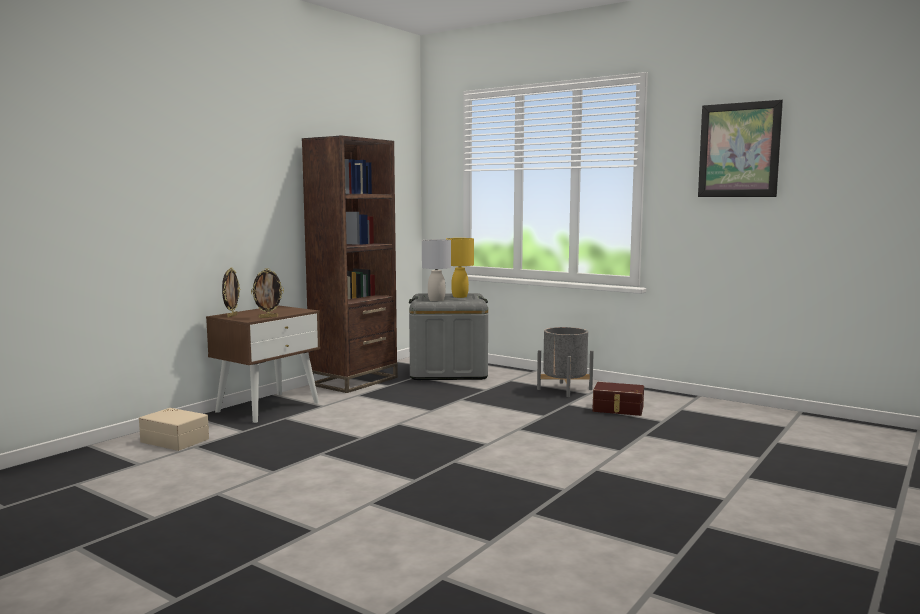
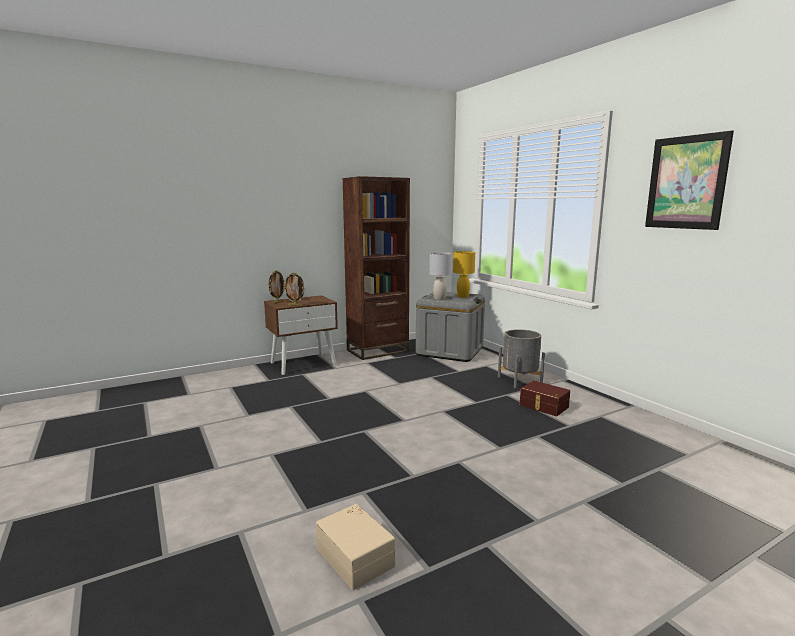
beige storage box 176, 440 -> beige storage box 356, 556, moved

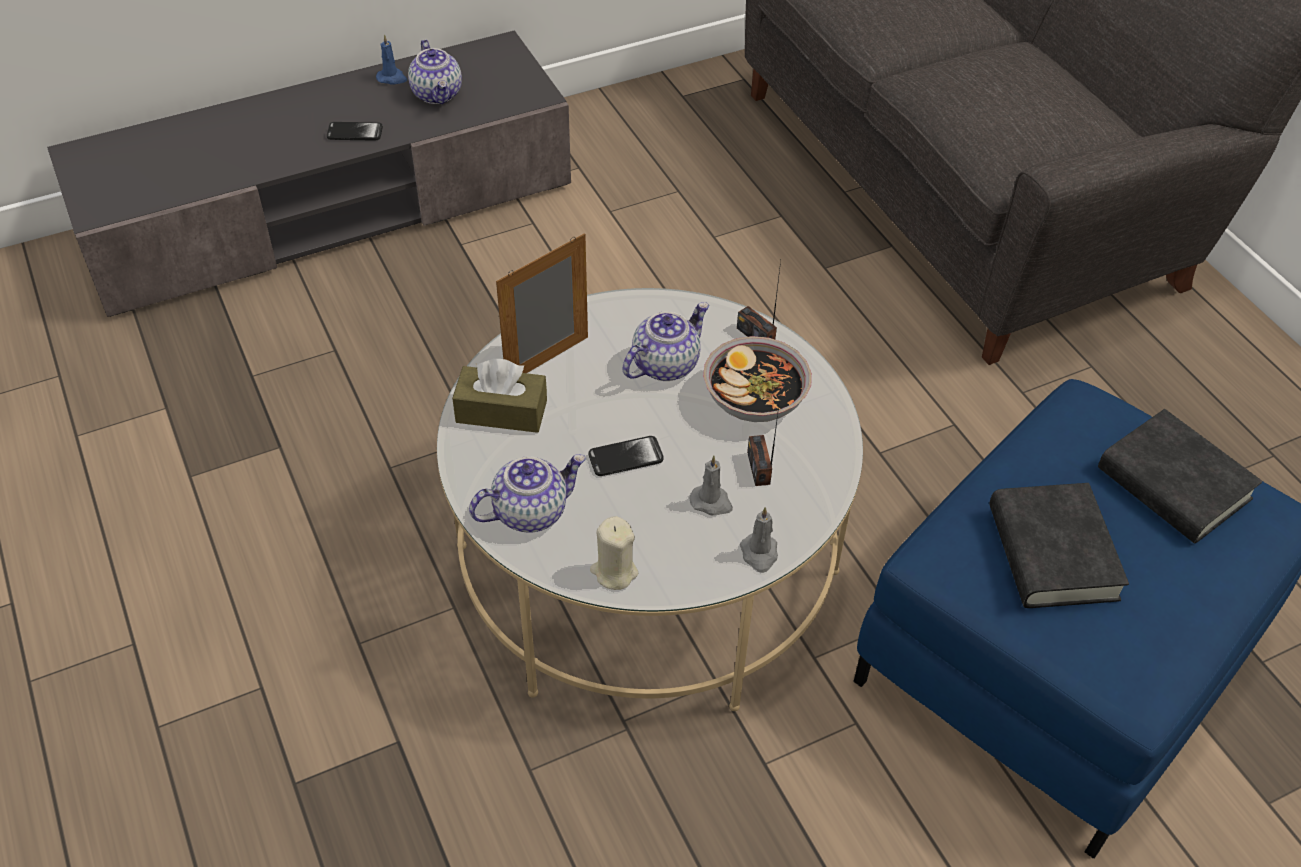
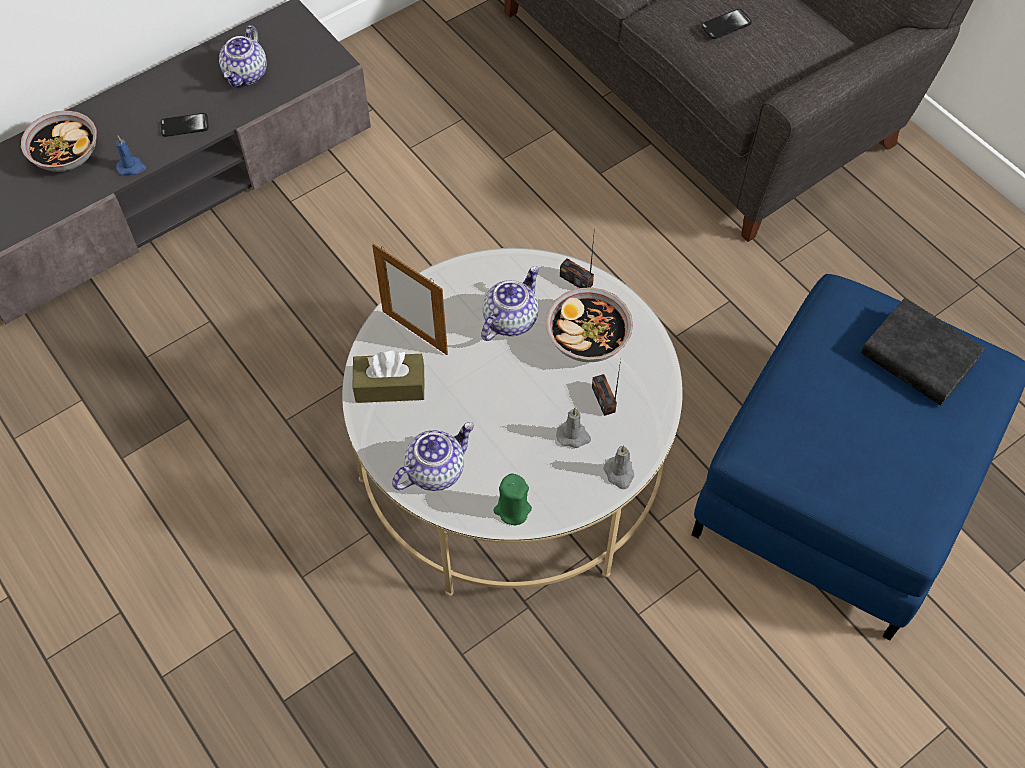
black book 1052, 553 -> none
none -> bowl 66, 155
blue candle 392, 78 -> blue candle 132, 167, moved
phone 625, 457 -> phone 726, 25, moved
beige candle 614, 572 -> green candle 512, 509
teapot 438, 94 -> teapot 246, 74, 45 degrees clockwise
picture frame 547, 360 -> picture frame 415, 332, 90 degrees counterclockwise

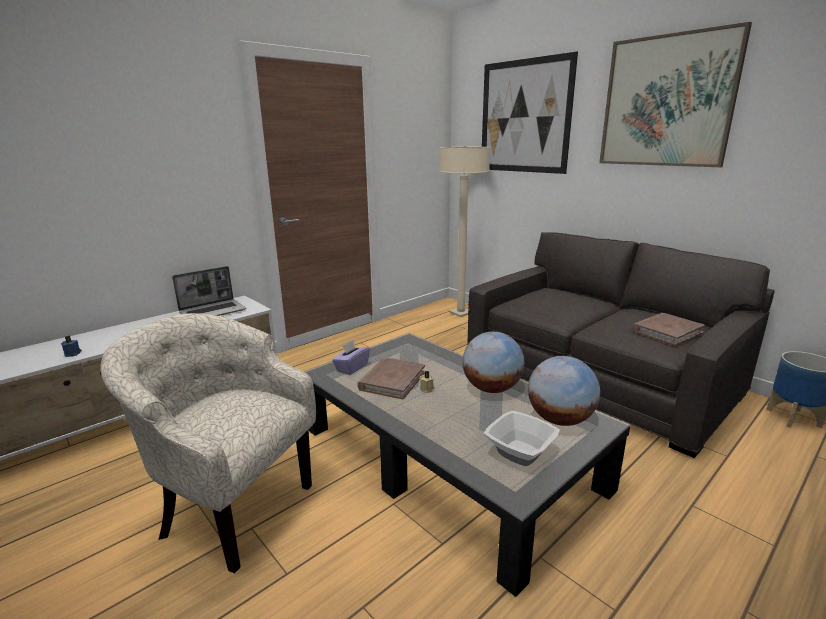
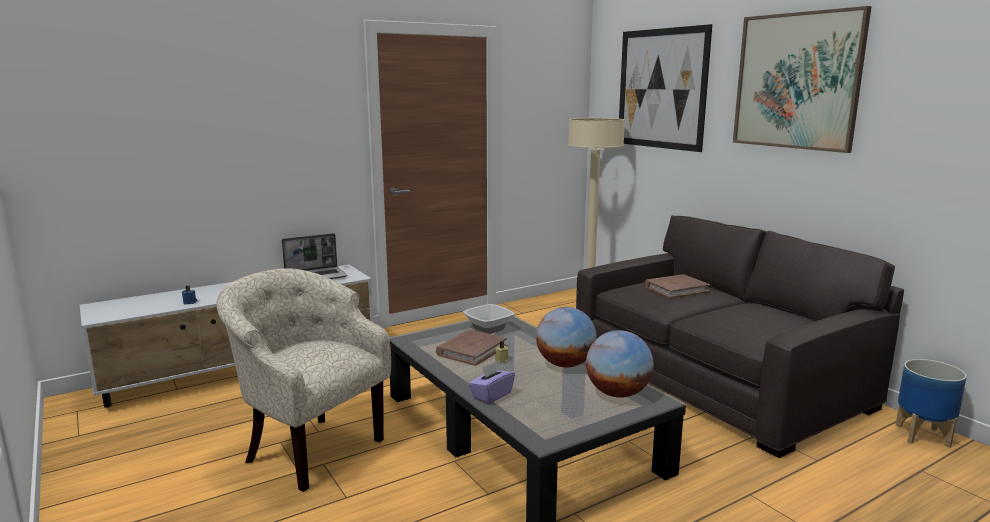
purple tissue box 351, 368 -> purple tissue box 491, 395, moved
bowl 521, 452 -> bowl 489, 329, moved
brown book 667, 331 -> brown book 676, 289, moved

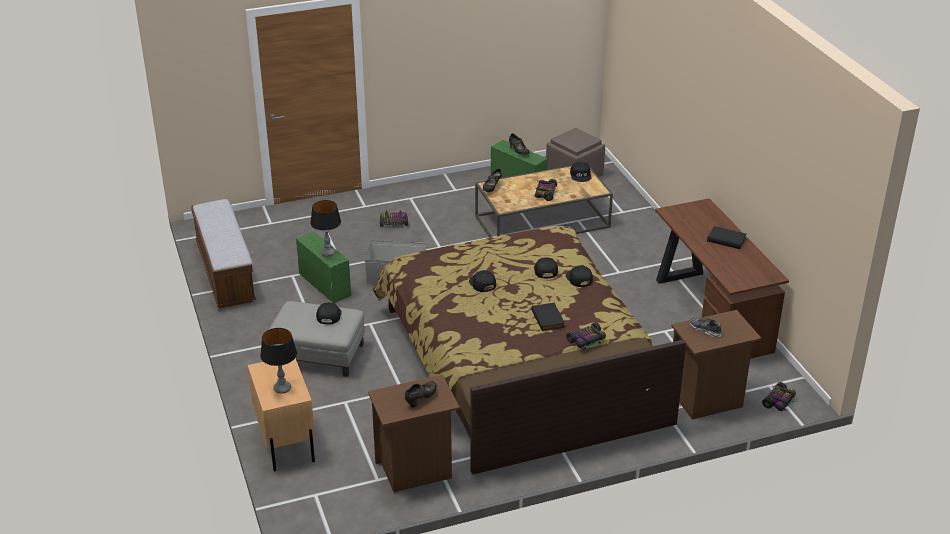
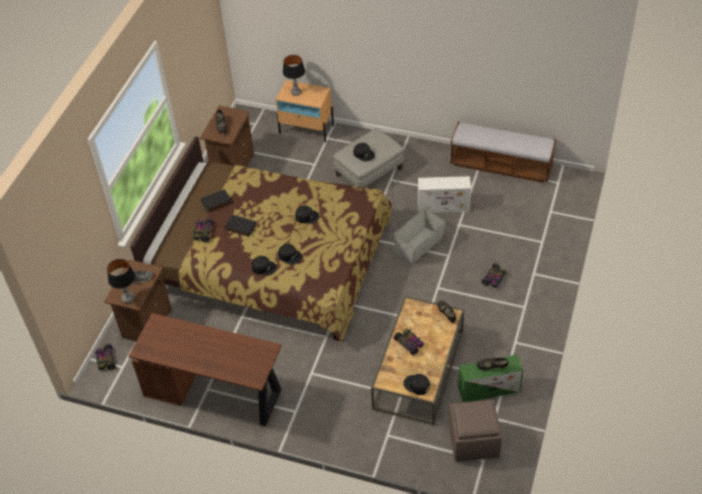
table lamp 327, 253 -> table lamp 128, 298, moved
black book 727, 239 -> black book 216, 202, moved
green storage box 324, 284 -> white storage box 444, 206

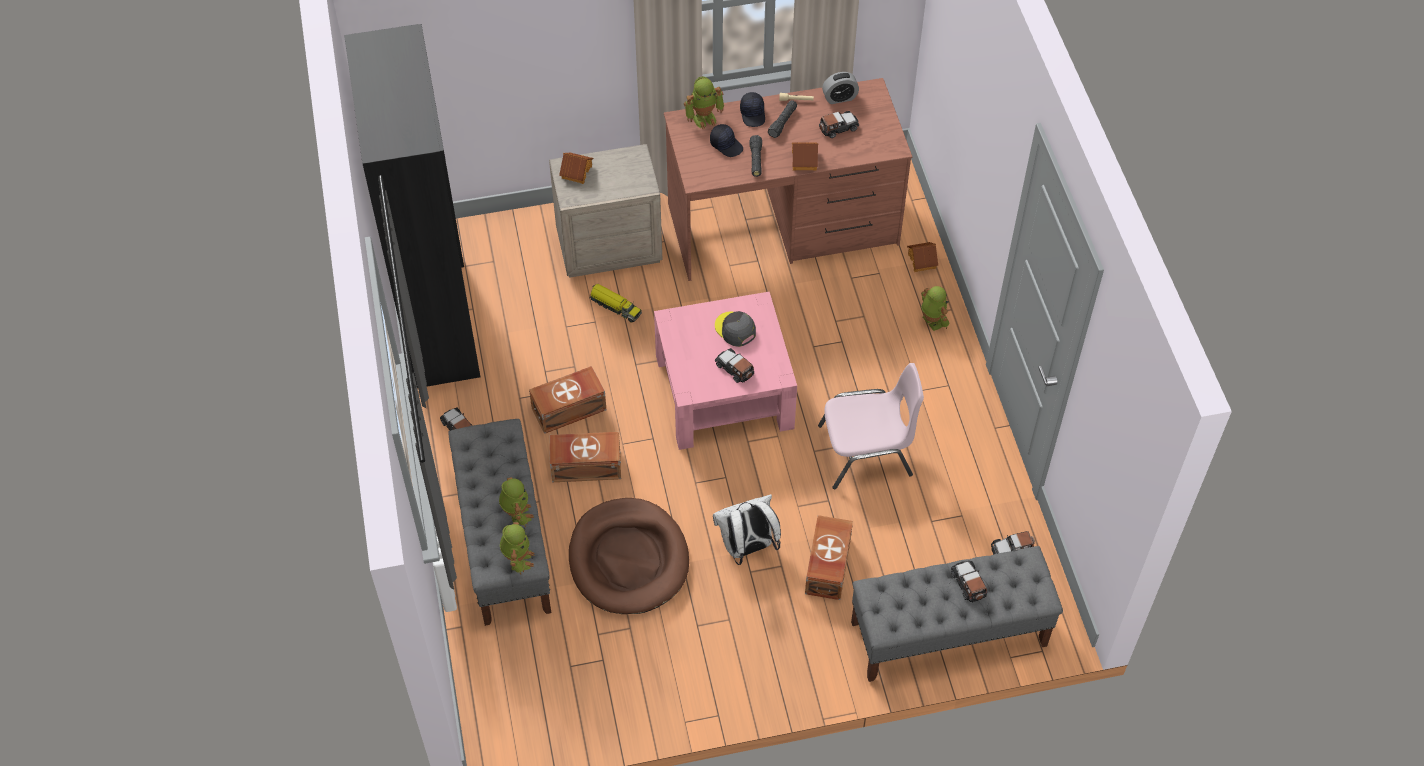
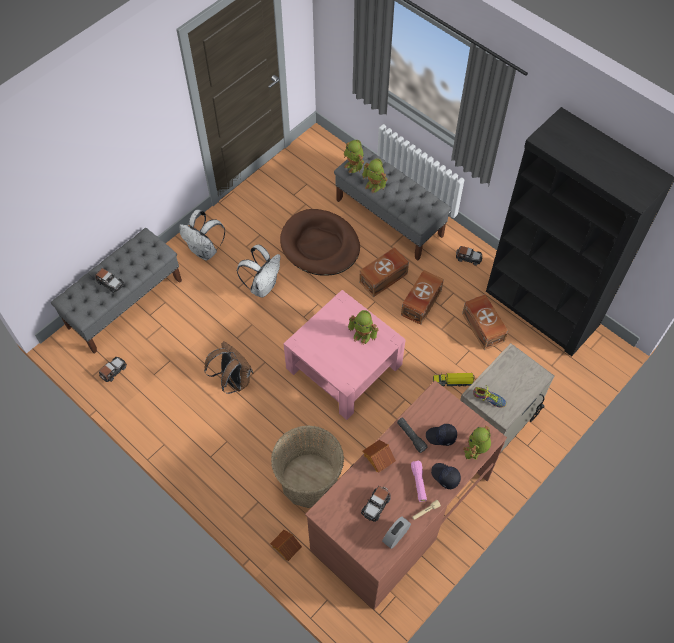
toy house 576, 172 -> none
grey cap 735, 329 -> none
toy car 735, 368 -> none
none -> white backpack 205, 251
none -> basket 309, 480
none -> shoe 489, 400
brown storage box 826, 567 -> brown storage box 483, 326, moved
toy robot 932, 321 -> toy robot 363, 334, moved
pink chair 867, 452 -> brown backpack 233, 380
black flashlight 782, 122 -> pink flashlight 418, 483

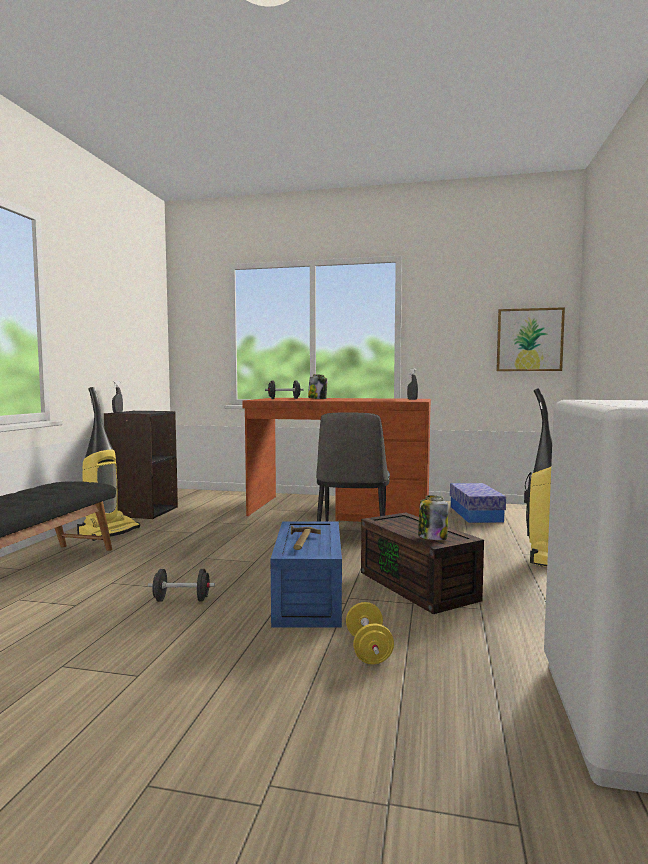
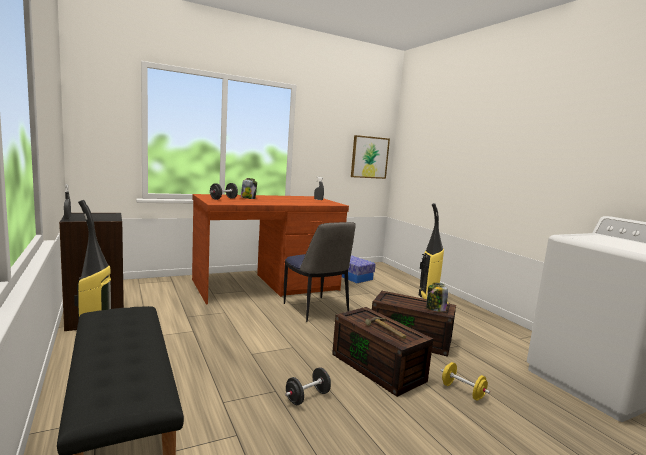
blue storage box 310, 599 -> brown storage box 379, 367

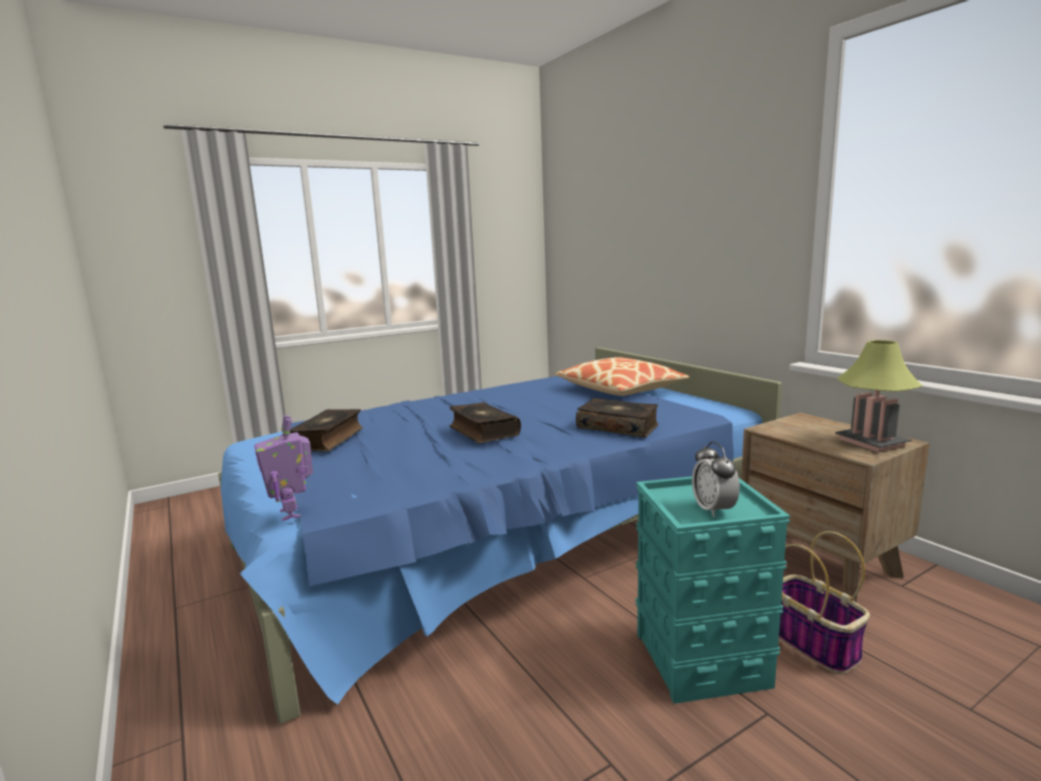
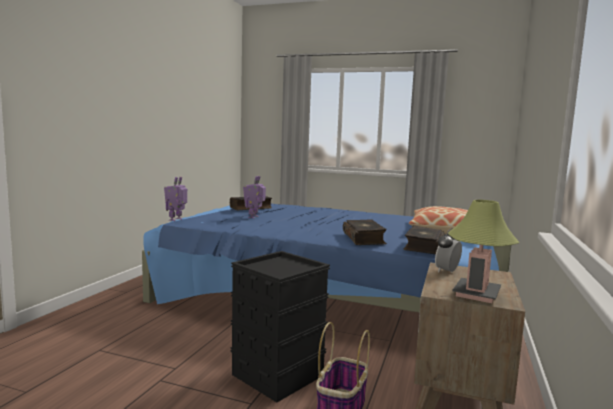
none -> toy robot 254, 217
book 482, 431 -> book 423, 247, moved
alarm clock 713, 510 -> alarm clock 447, 271, moved
turquoise storage box 703, 660 -> black storage box 277, 375

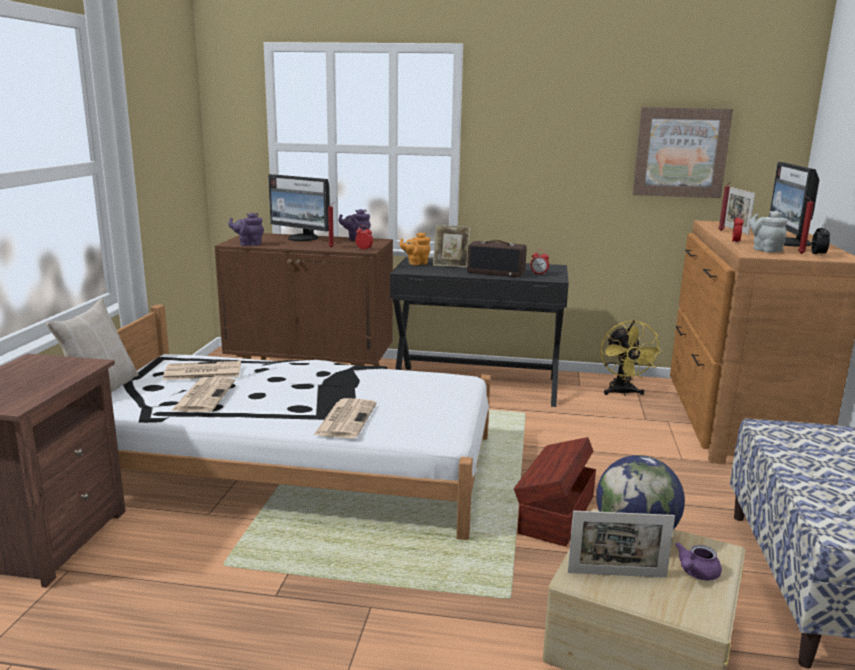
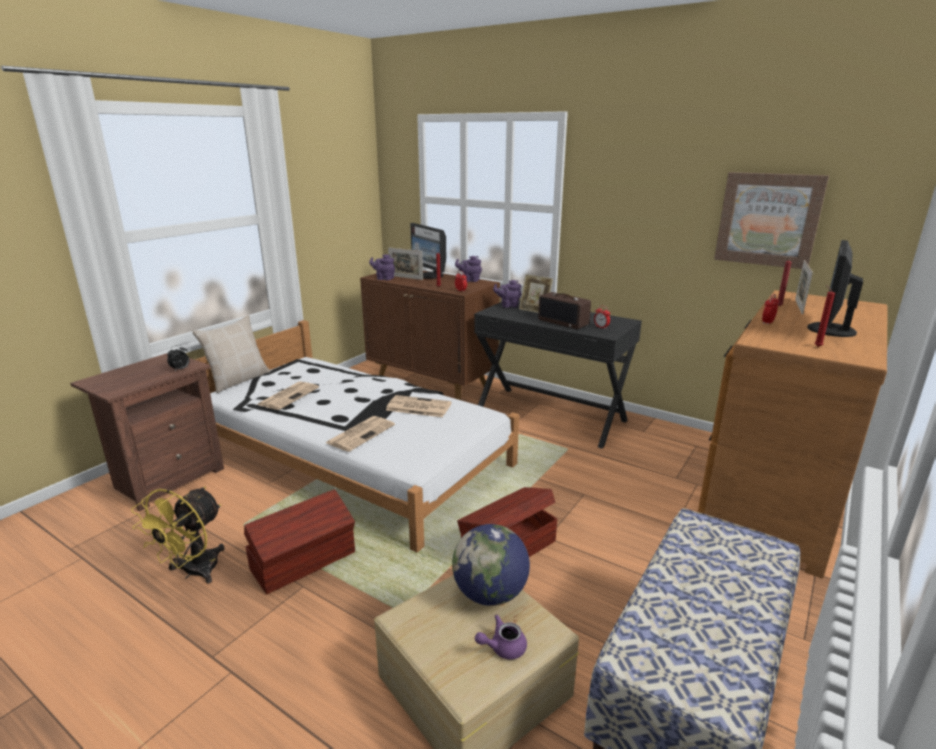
grey teapot 765, 250 -> none
none -> brown storage box 305, 561
newspaper 202, 372 -> newspaper 417, 407, moved
picture frame 616, 575 -> picture frame 406, 277, moved
yellow fan 623, 393 -> yellow fan 193, 572, moved
alarm clock 818, 255 -> alarm clock 180, 369, moved
orange teapot 416, 263 -> purple teapot 508, 305

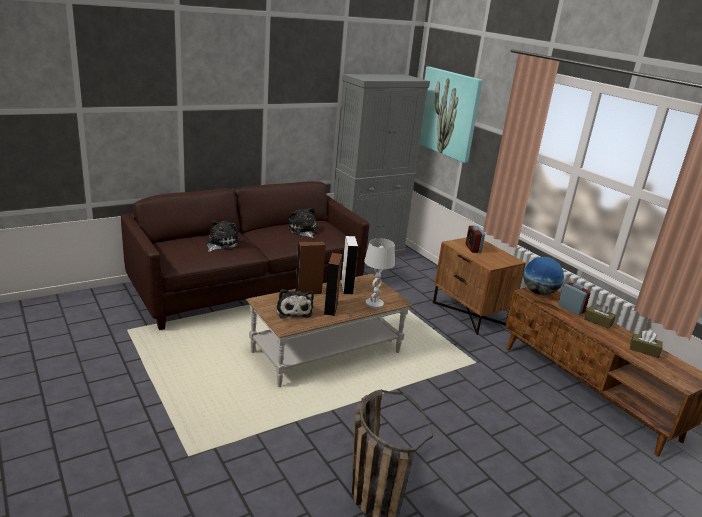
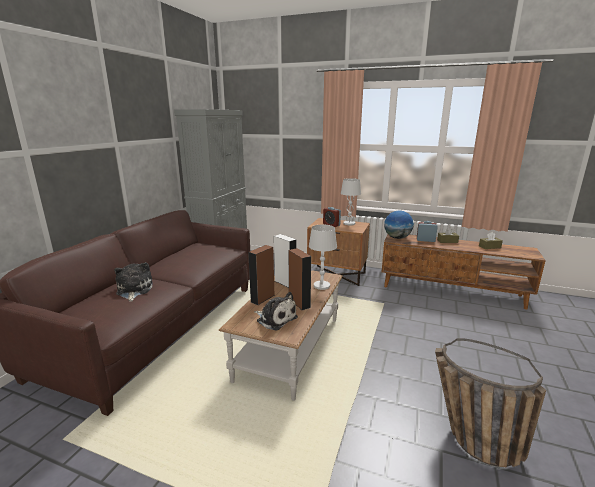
plush toy 303, 230 -> none
picture 449, 113 -> none
none -> white table lamp 349, 223

